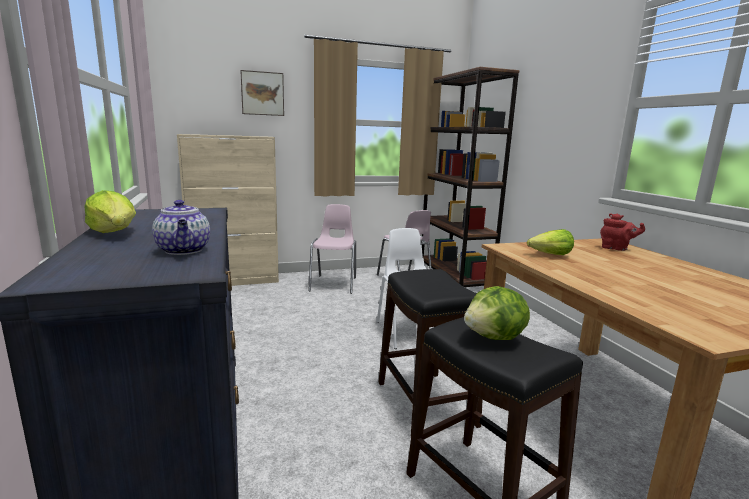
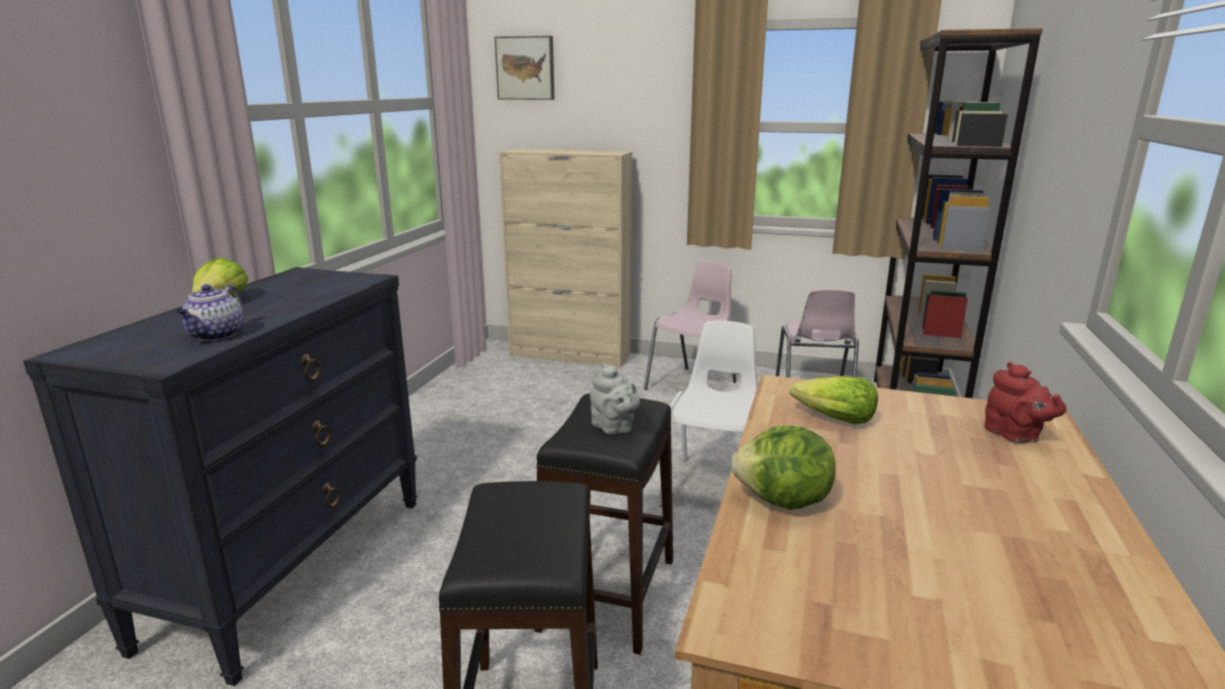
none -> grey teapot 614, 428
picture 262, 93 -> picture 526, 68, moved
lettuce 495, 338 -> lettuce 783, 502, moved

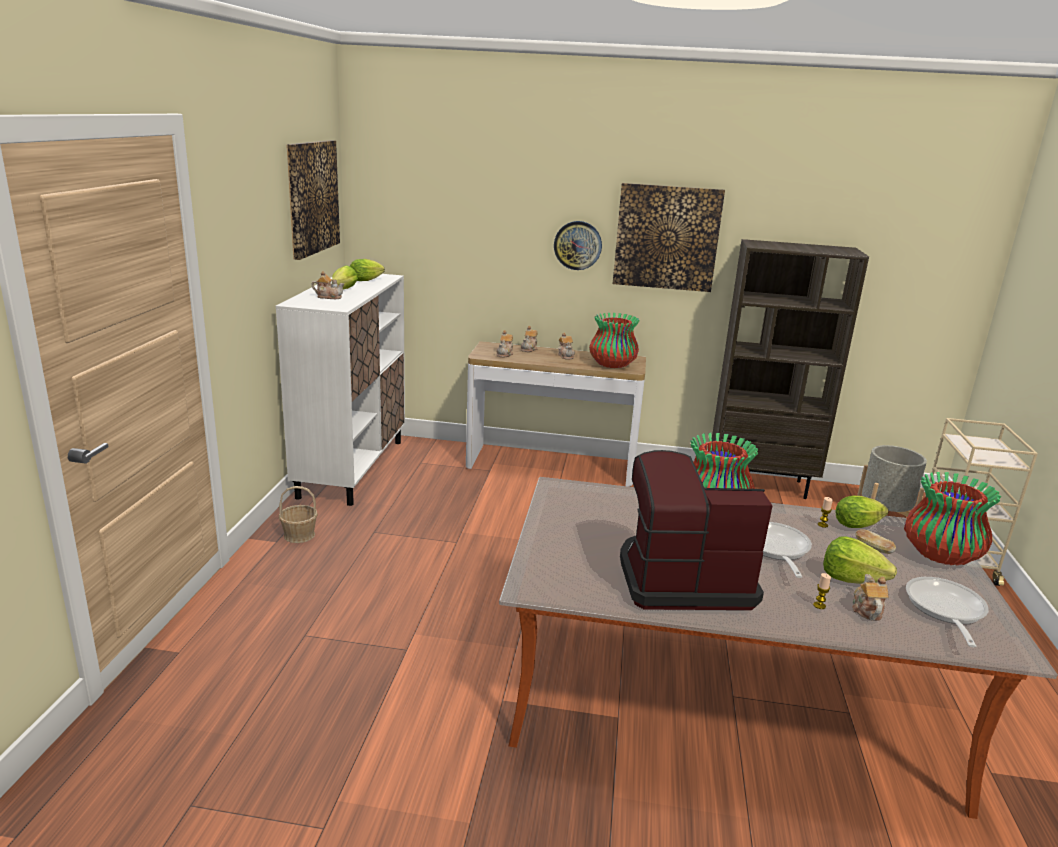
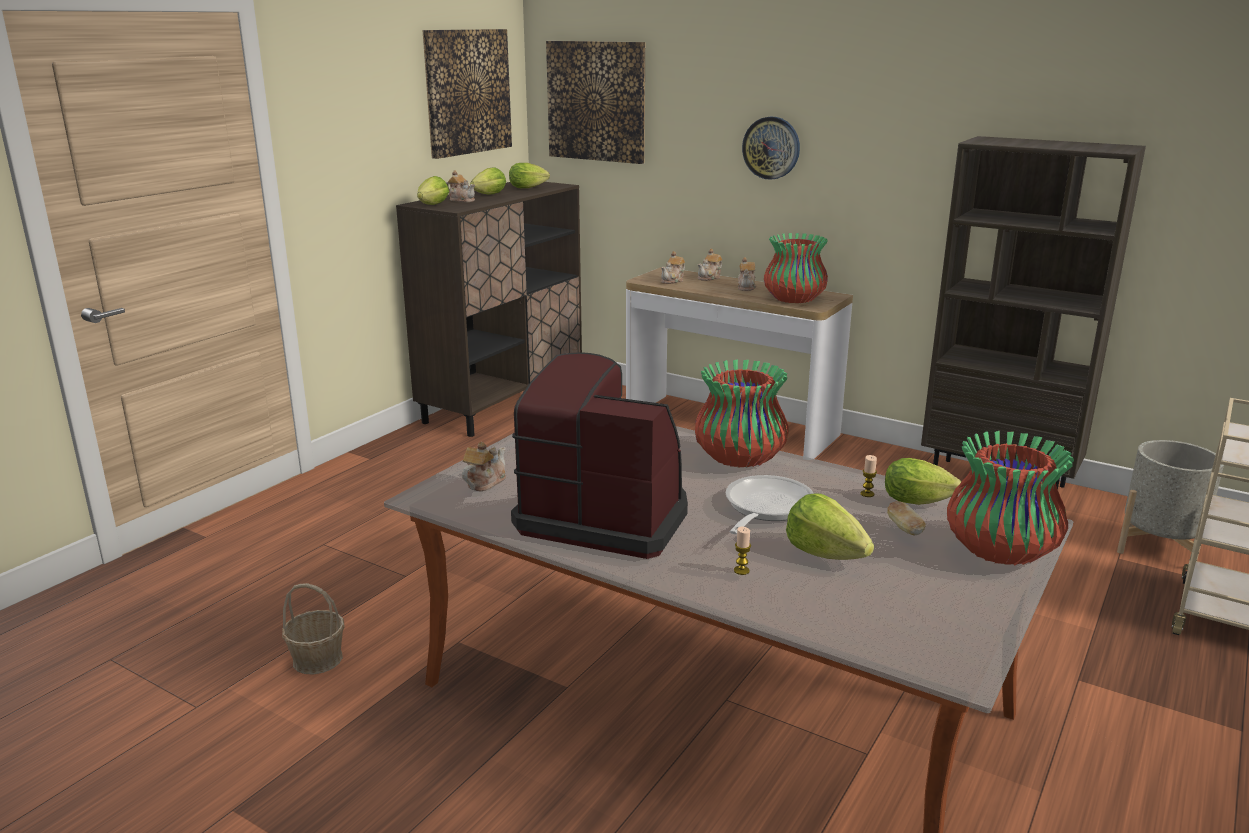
frying pan 945, 610 -> none
none -> lettuce 432, 205
basket 299, 535 -> basket 317, 659, moved
picture 666, 237 -> picture 597, 101, moved
teapot 866, 609 -> teapot 484, 482, moved
white cabinet 352, 468 -> brown cabinet 503, 402

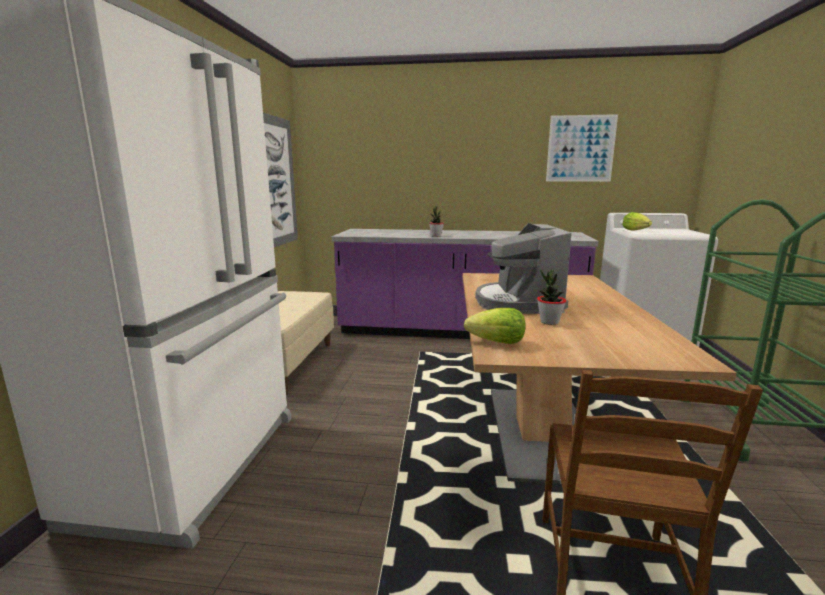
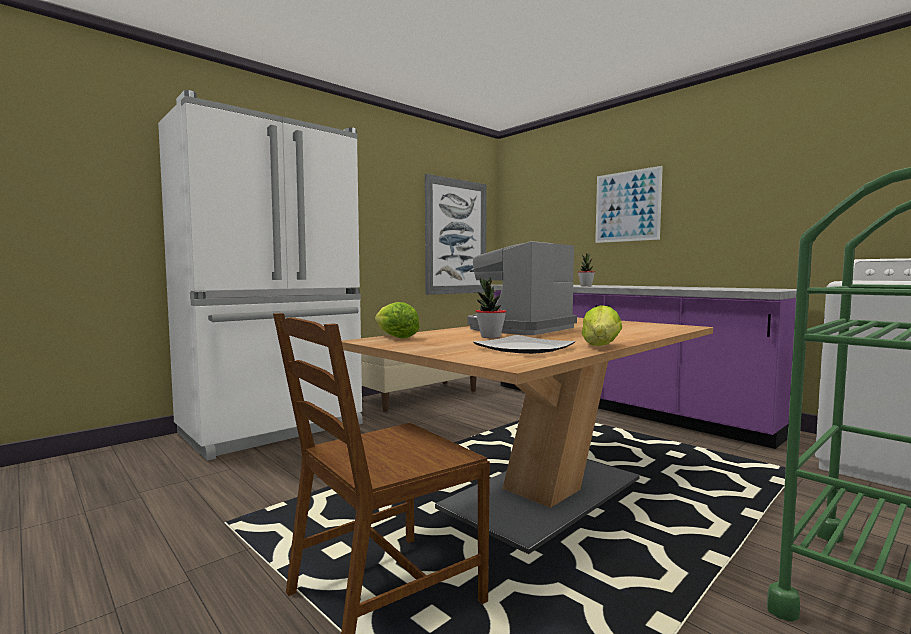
none -> plate 524, 348
picture 580, 149 -> picture 627, 206, moved
lettuce 635, 230 -> lettuce 601, 346, moved

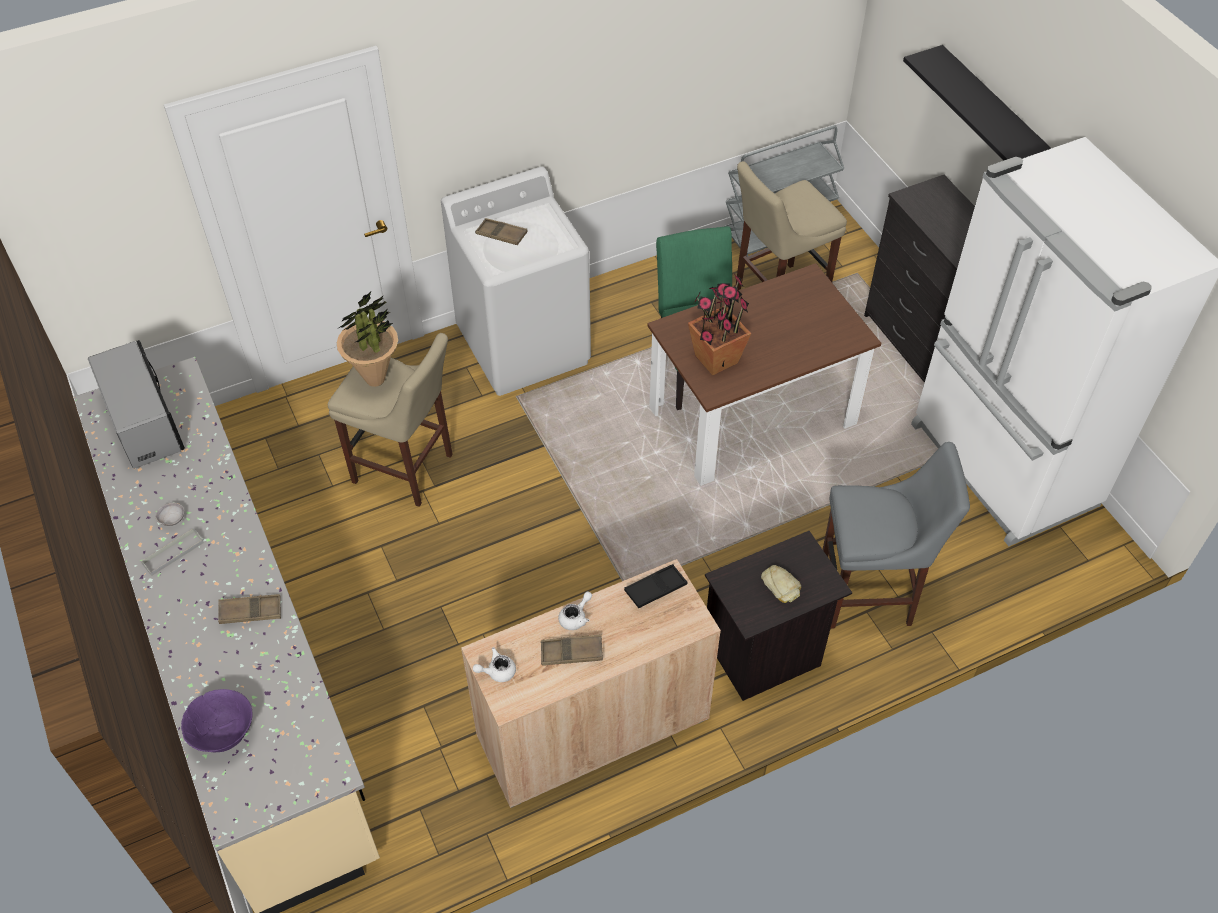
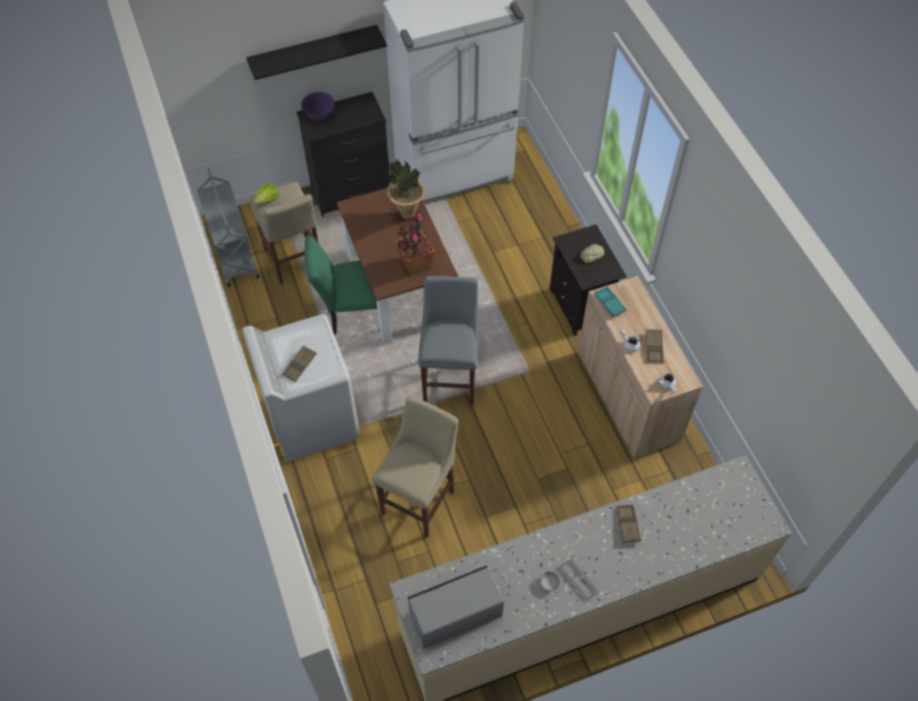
none -> lettuce 267, 200
purple bowl 224, 734 -> purple bowl 320, 115, moved
potted plant 375, 379 -> potted plant 407, 214, moved
grey stool 871, 594 -> grey stool 450, 378, moved
black tray 655, 589 -> turquoise tray 609, 303

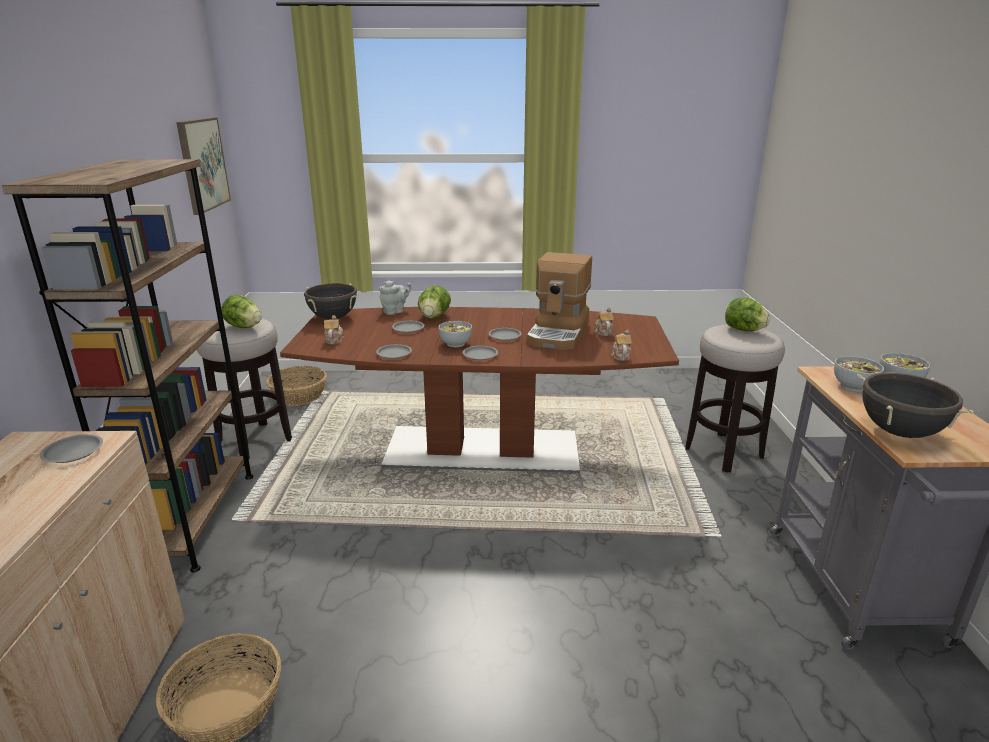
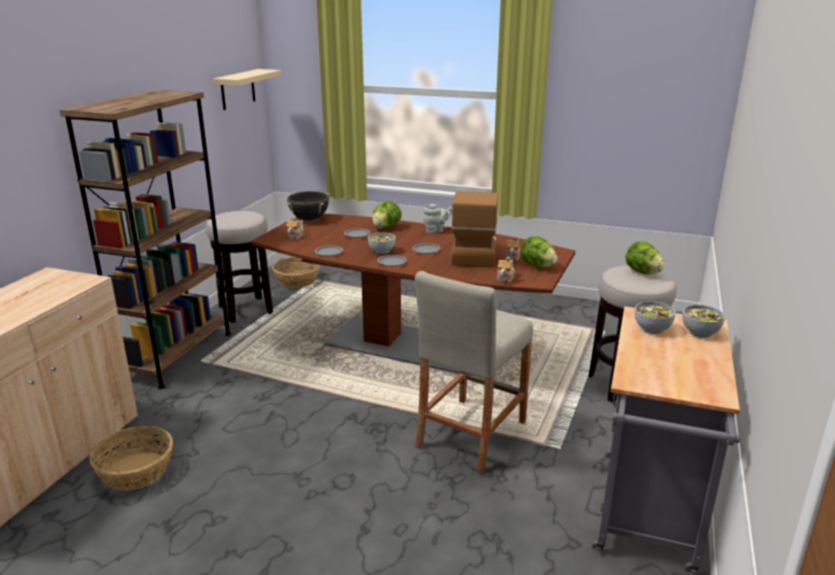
grey plate 72, 452 -> none
black cooking pot 900, 432 -> none
none -> beige stool 470, 434
lettuce 244, 327 -> lettuce 537, 266, moved
grey teapot 395, 311 -> grey teapot 436, 231, moved
picture 202, 164 -> beige shelf 237, 89
coffee machine 559, 333 -> coffee machine 473, 254, 150 degrees clockwise

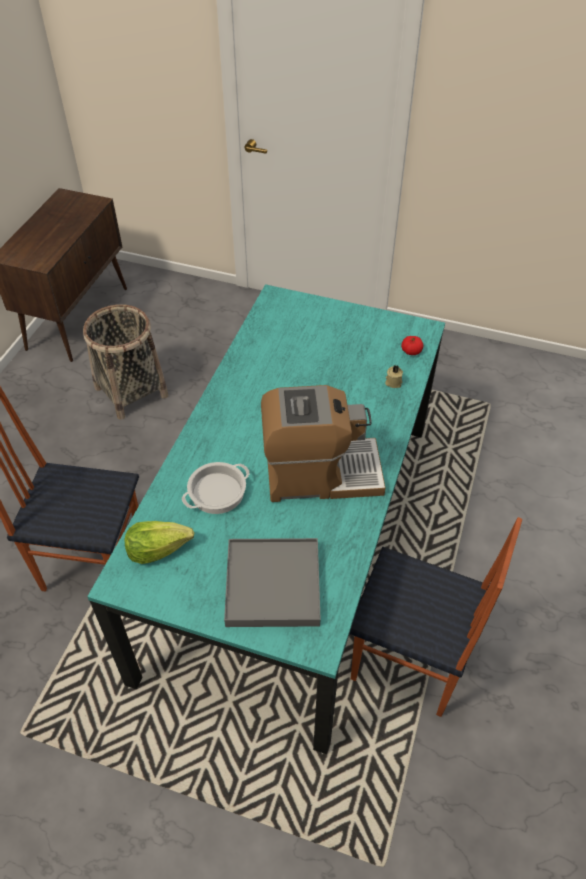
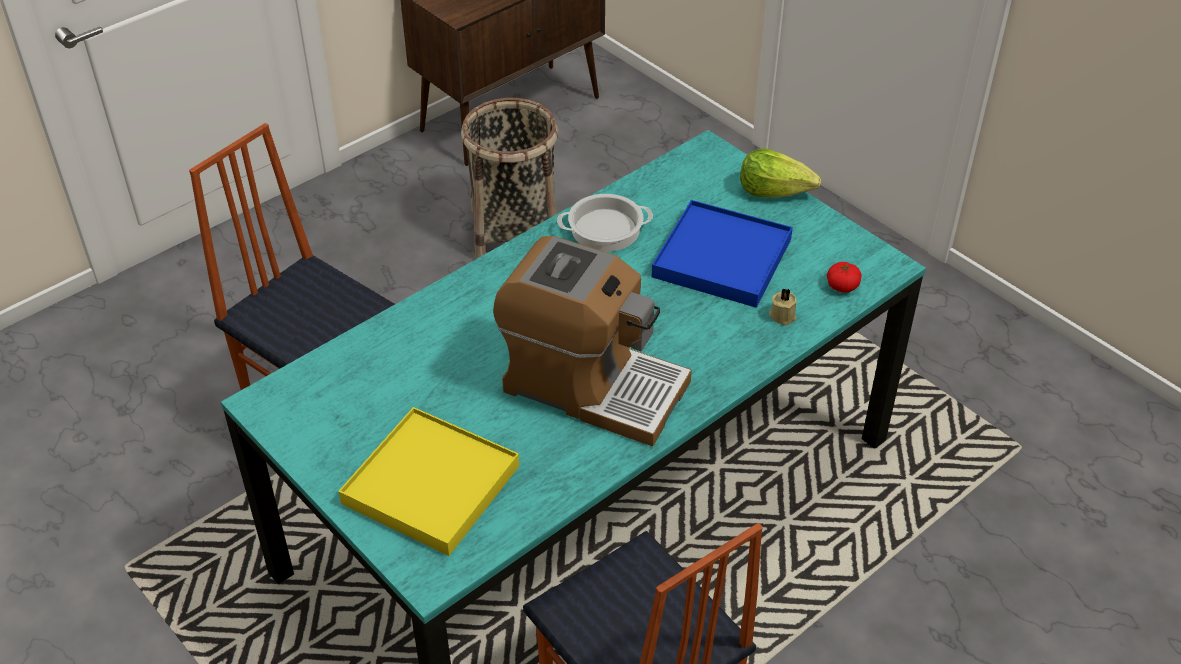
none -> blue tray 722, 258
lettuce 158, 548 -> lettuce 774, 190, moved
cooking pot 217, 492 -> cooking pot 606, 229, moved
grey tray 272, 584 -> yellow tray 431, 484

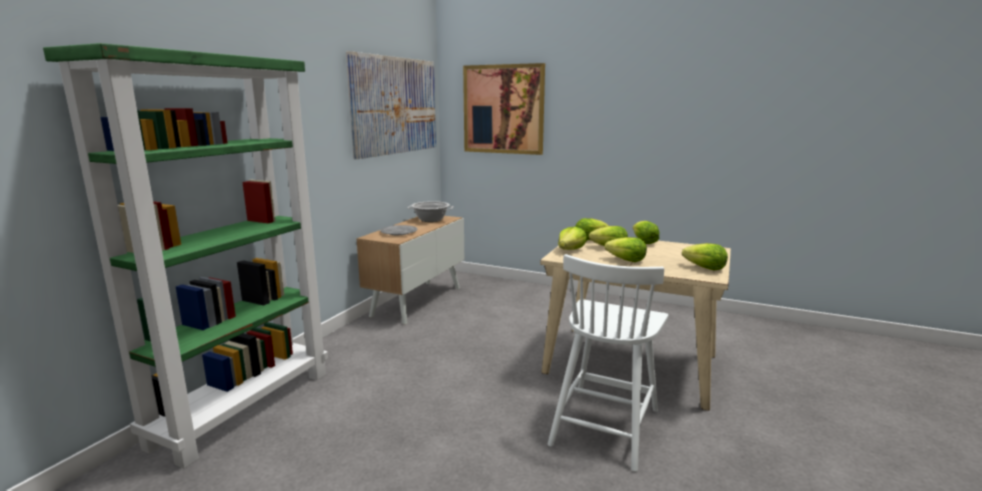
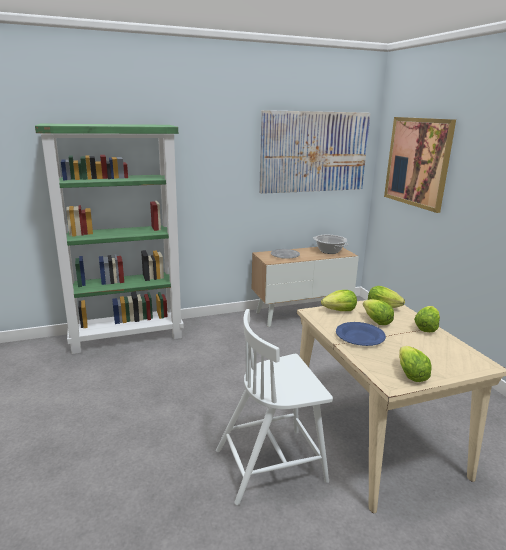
lettuce 626, 260 -> blue plate 359, 337

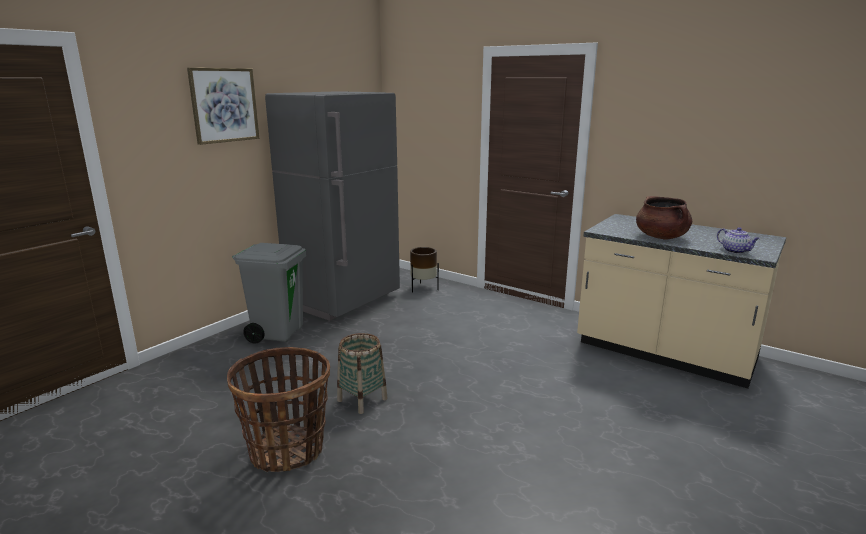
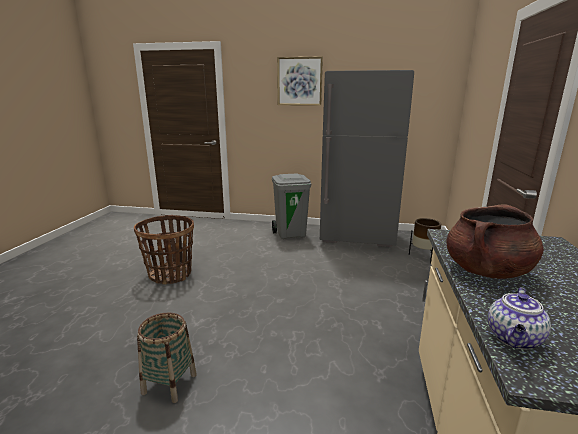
basket 362, 399 -> basket 169, 384, moved

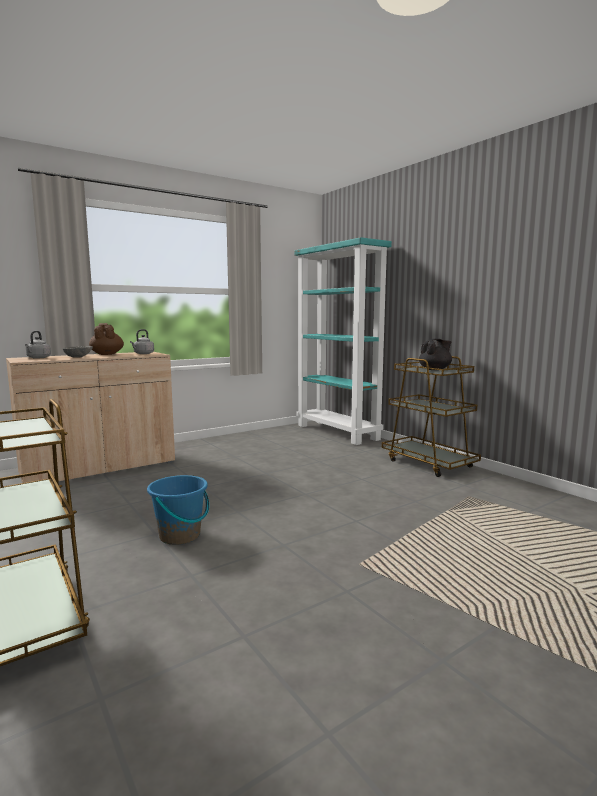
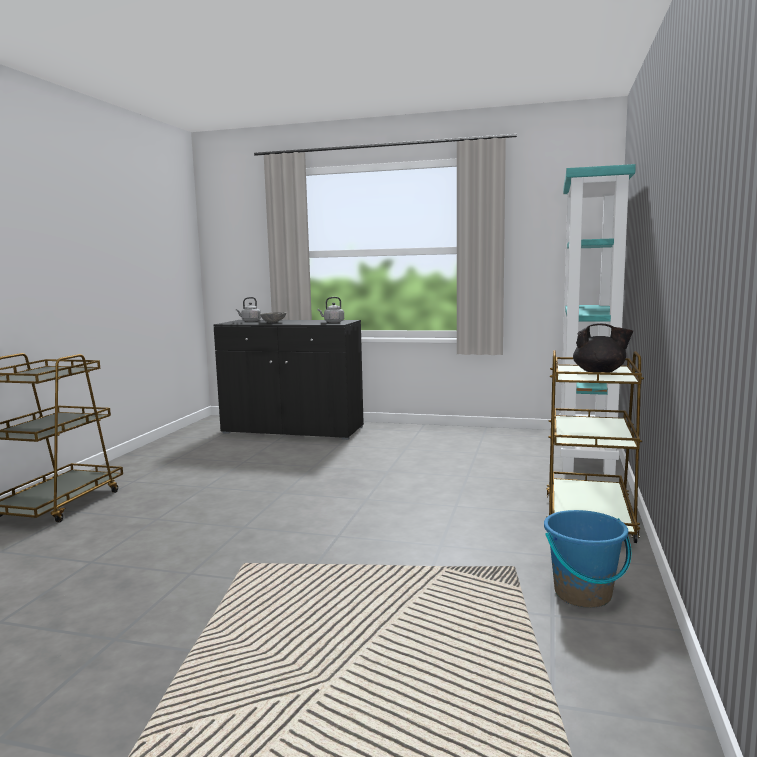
brown teapot 107, 354 -> none
blue bucket 180, 536 -> blue bucket 583, 594, moved
beige cabinet 99, 468 -> black cabinet 292, 430

